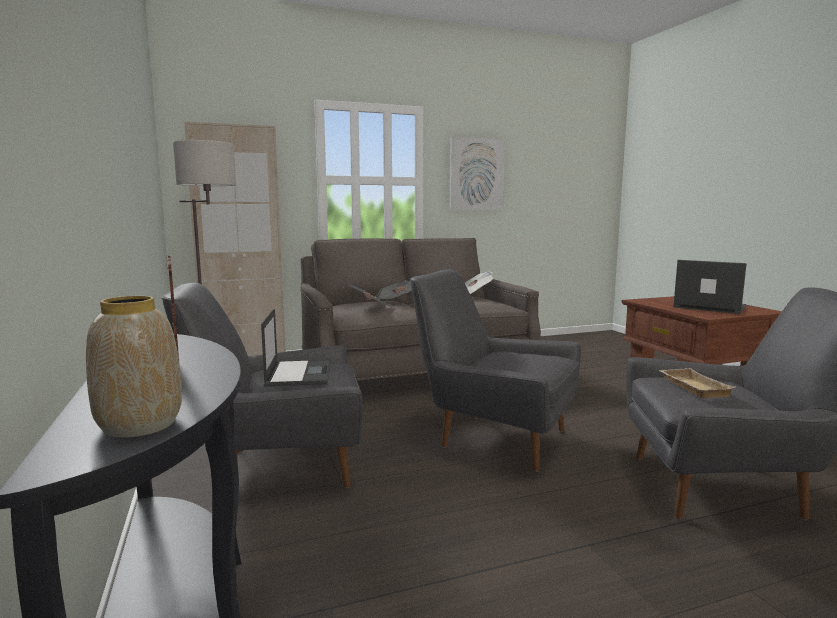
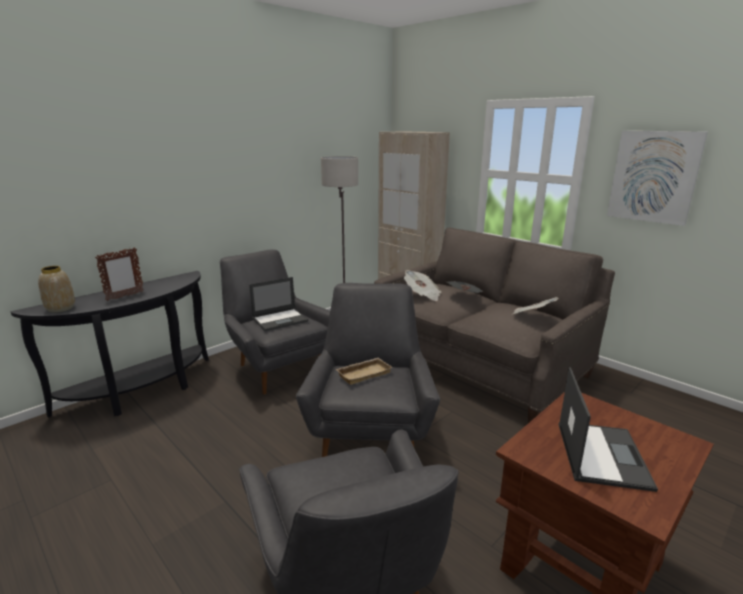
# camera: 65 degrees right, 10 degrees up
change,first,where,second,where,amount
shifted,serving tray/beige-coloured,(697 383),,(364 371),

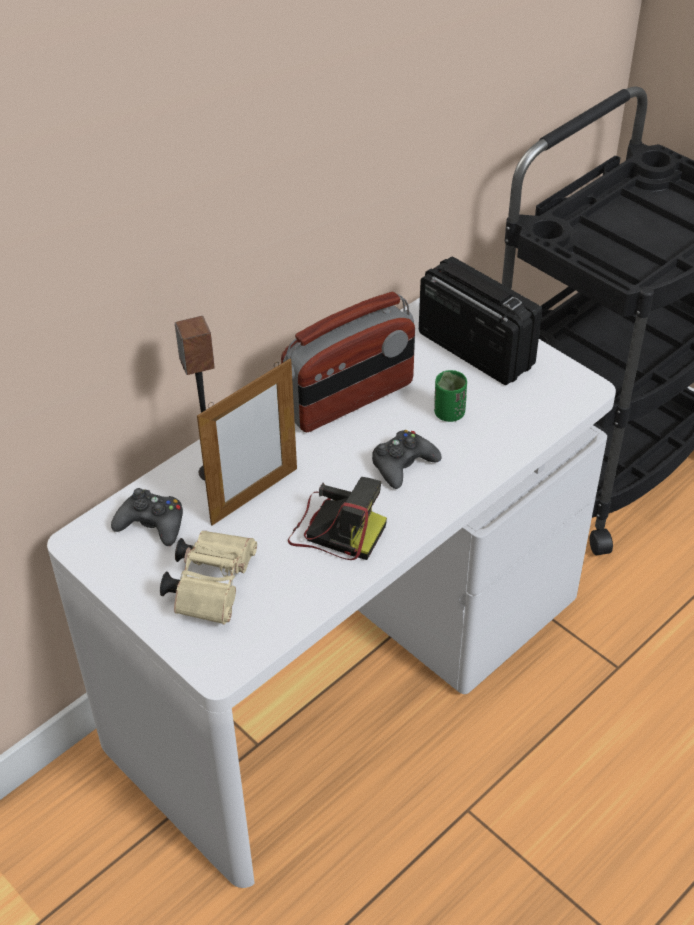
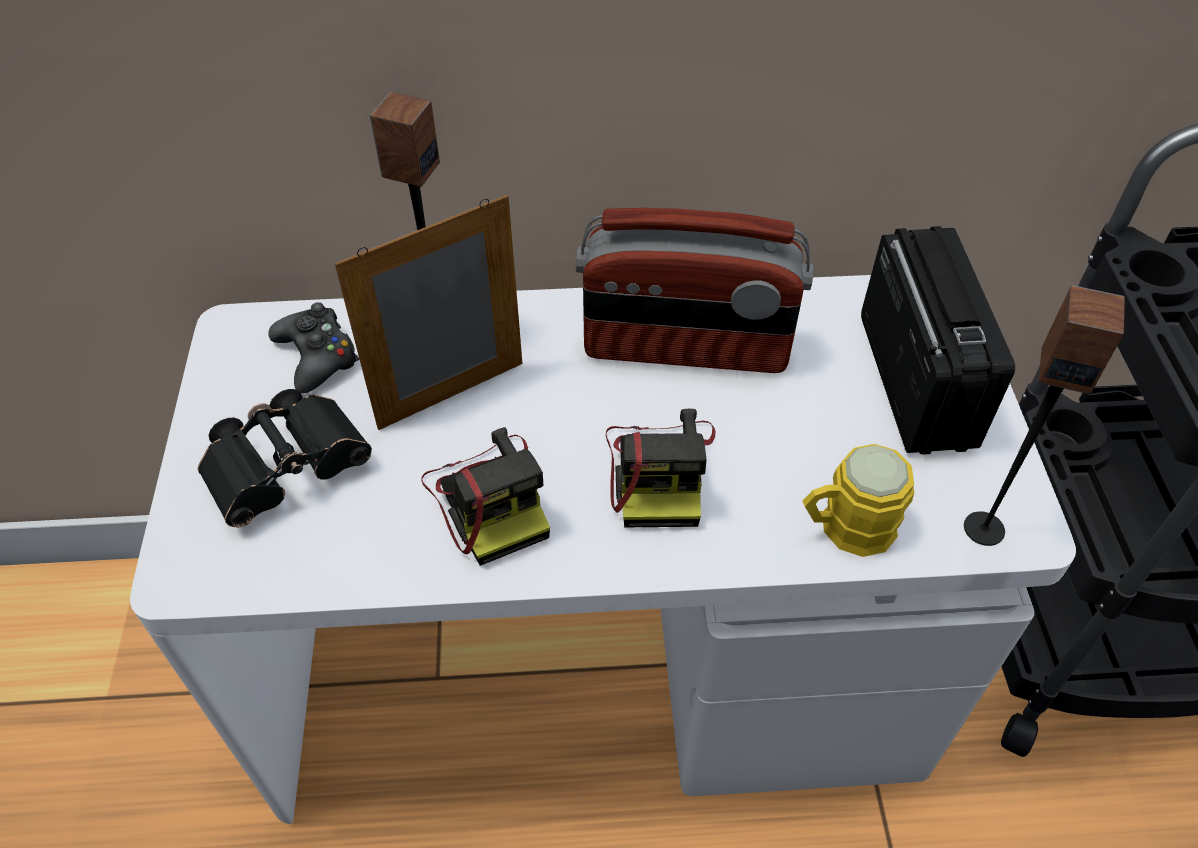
# camera: 40 degrees right, 5 degrees up
change,first,where,second,where,amount
gone,cup/green,(450 396),,,
new,,,coffee mug/yellow-coloured,(858 500),
new,,,audio speaker,(1044 415),
swapped,gamepad/blackish,(406 459),still camera,(661 468),
repainted,binoculars/beige-coloured,(208 577),binoculars/blackish,(285 458),
rotated,picture frame,(247 442),,(429 312),150 degrees clockwise

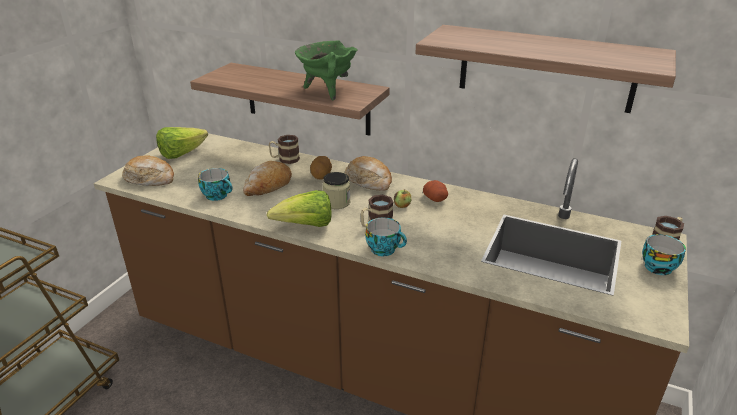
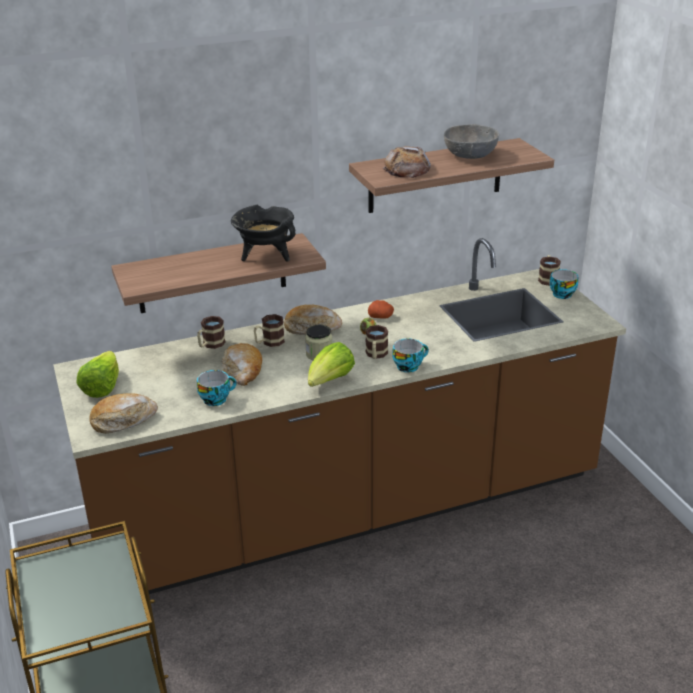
# camera: 45 degrees left, 0 degrees up
change,first,where,second,where,amount
new,,,bread,(406 162),
new,,,bowl/gray,(471 141),
swapped,whole potato,(321 167),coffee mug,(269 330),
repainted,saucepot/green,(326 70),saucepot/blackish,(263 233),

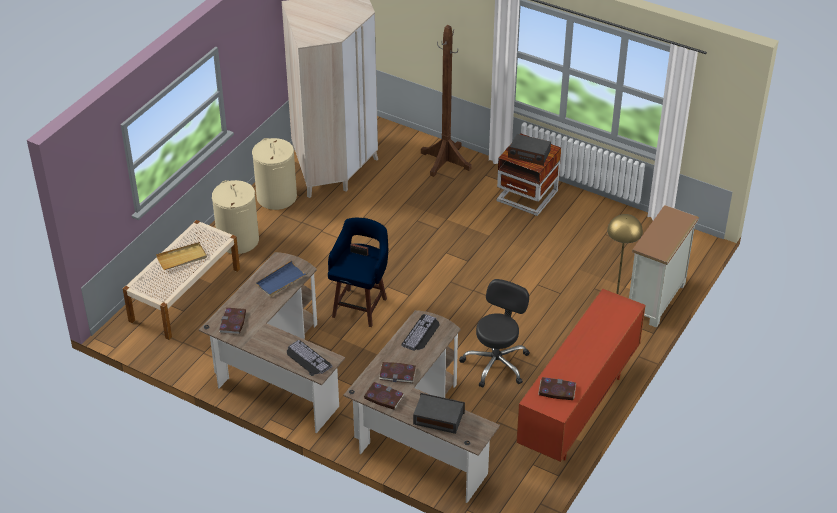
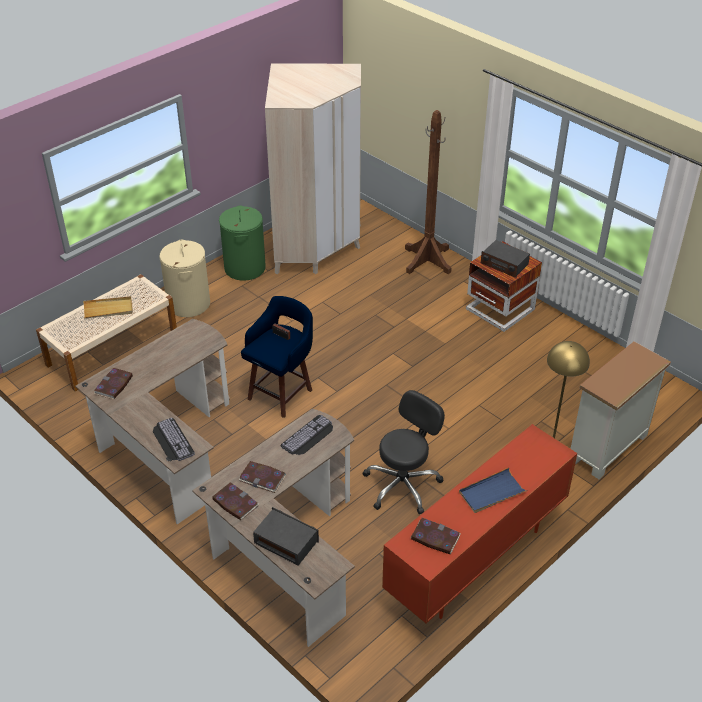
# camera: 15 degrees right, 0 degrees up
change,first,where,second,where,amount
shifted,serving tray/blue,(281 278),,(493 490),
repainted,washing basket/beige-coloured,(274 174),washing basket/green,(242 243),

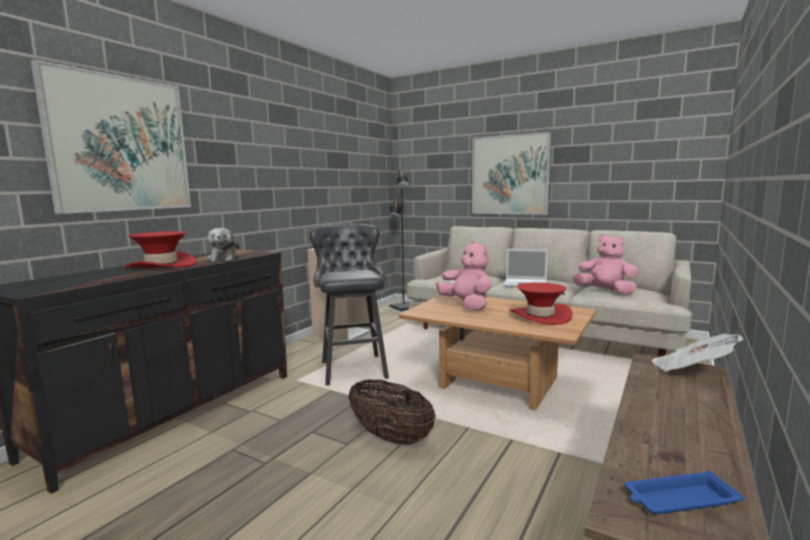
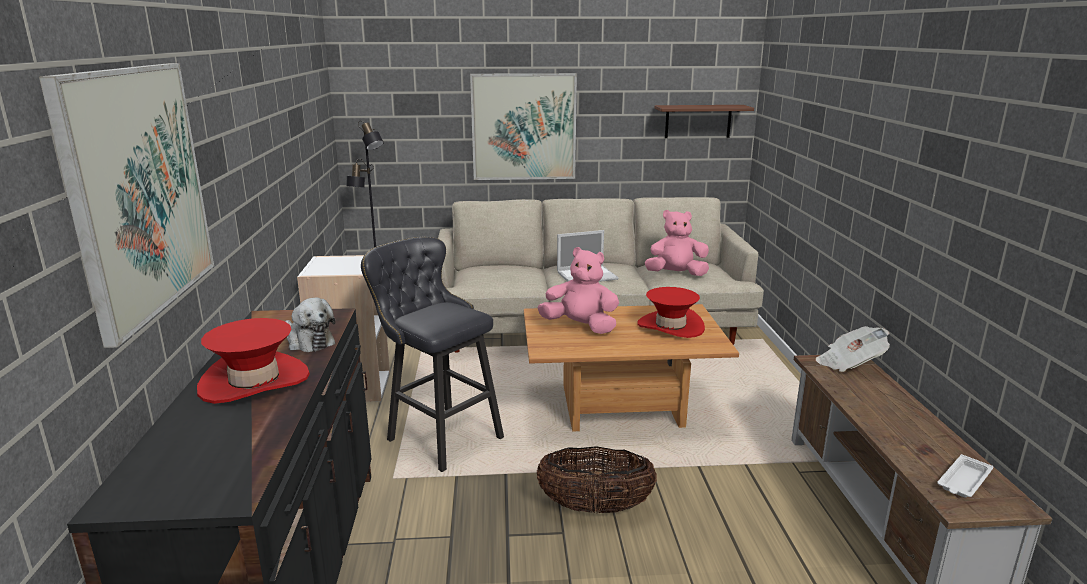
# camera: 35 degrees left, 10 degrees up
change,first,where,second,where,amount
new,,,bracket shelf/brown-coloured,(704 121),
repainted,serving tray/blue,(684 493),serving tray/white,(965 476),

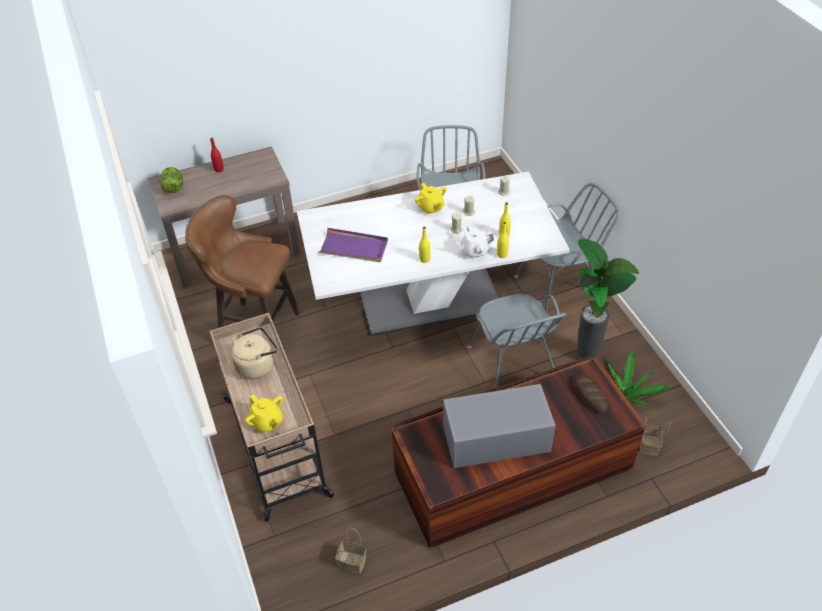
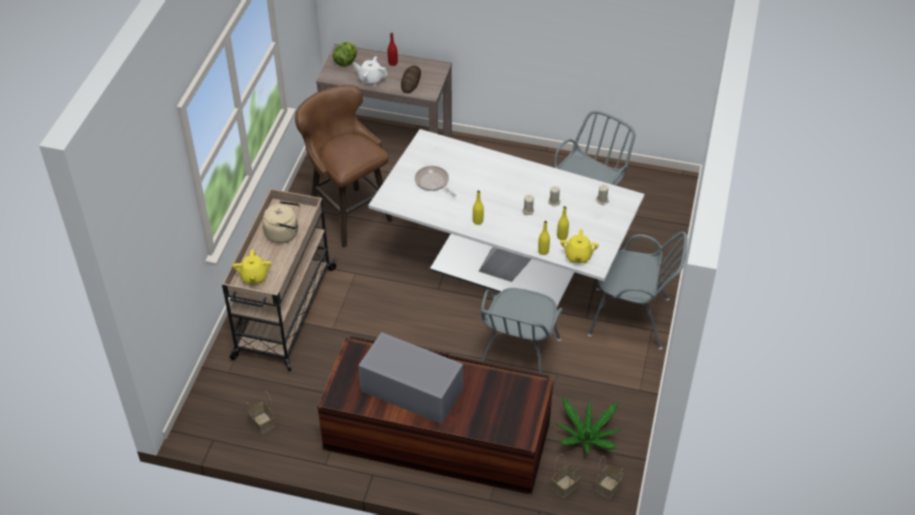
# camera: 35 degrees right, 0 degrees up
change,first,where,second,where,amount
gone,houseplant,(608 299),,,
new,,,basket,(610 477),
shifted,tea pot/yellow-coloured,(431 199),,(579 246),
shifted,tea pot/white,(475 242),,(370 71),
shifted,bread,(591 393),,(411 79),
swapped,serving tray/purple,(353 245),pan,(435 181),

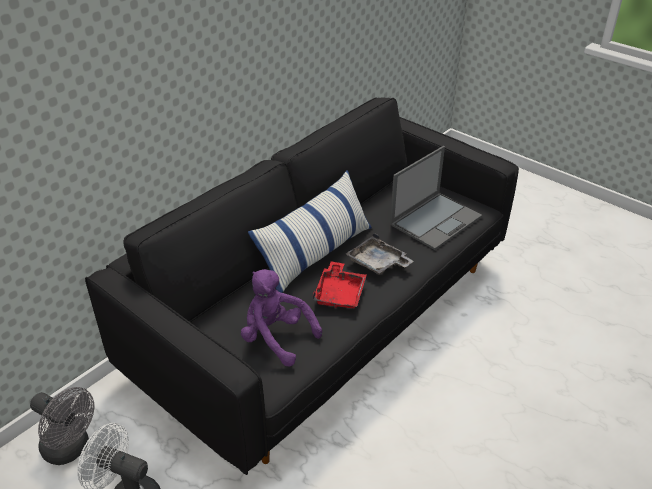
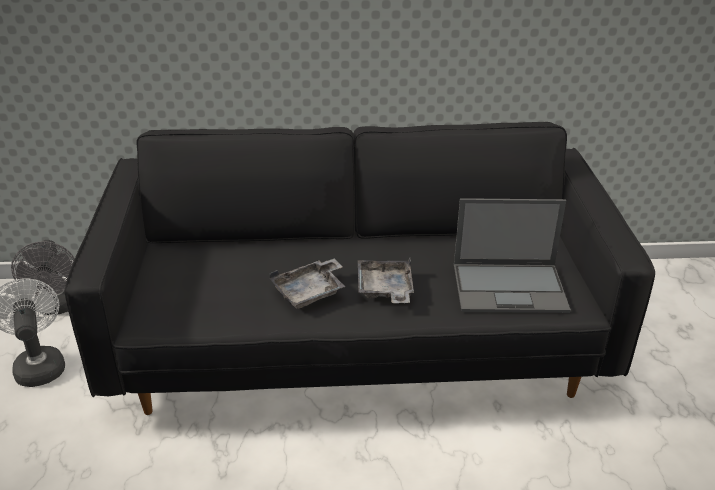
# camera: 45 degrees right, 5 degrees down
change,first,where,second,where,amount
gone,soft toy/purple,(281 318),,,
gone,throw pillow,(310 231),,,
repainted,serving tray/reddish,(340 284),serving tray/gray,(307 283),

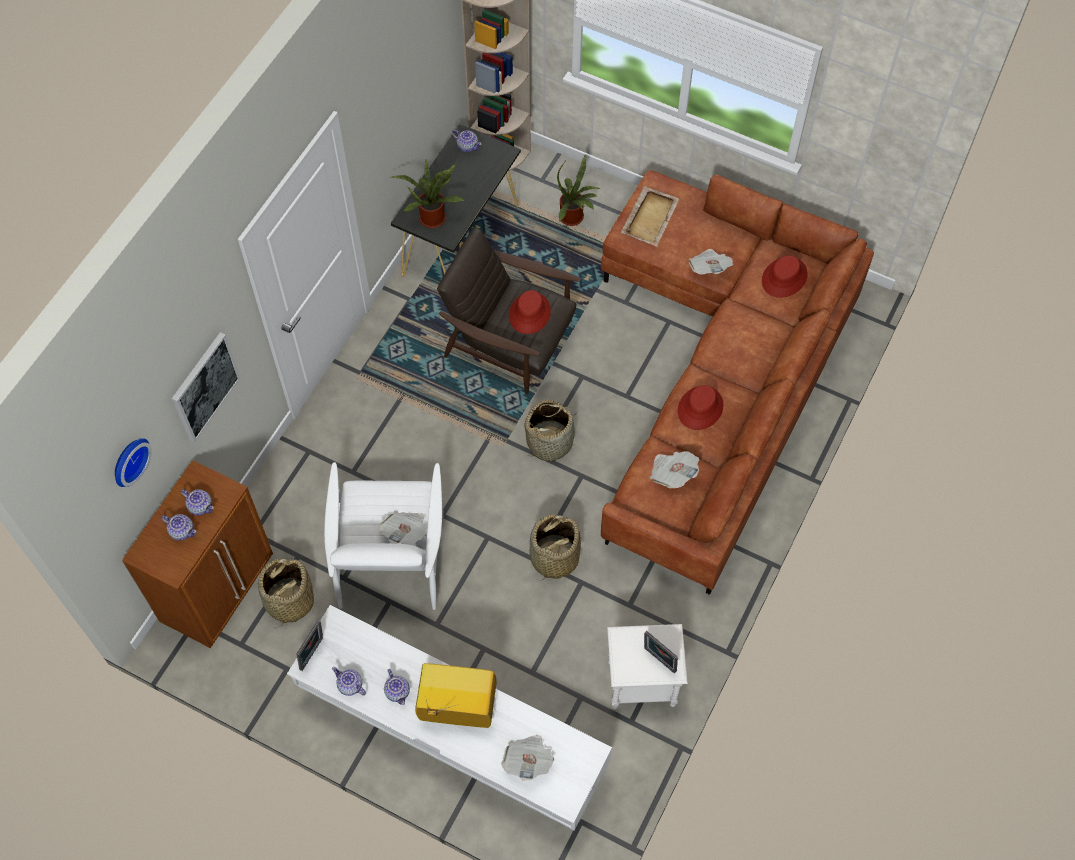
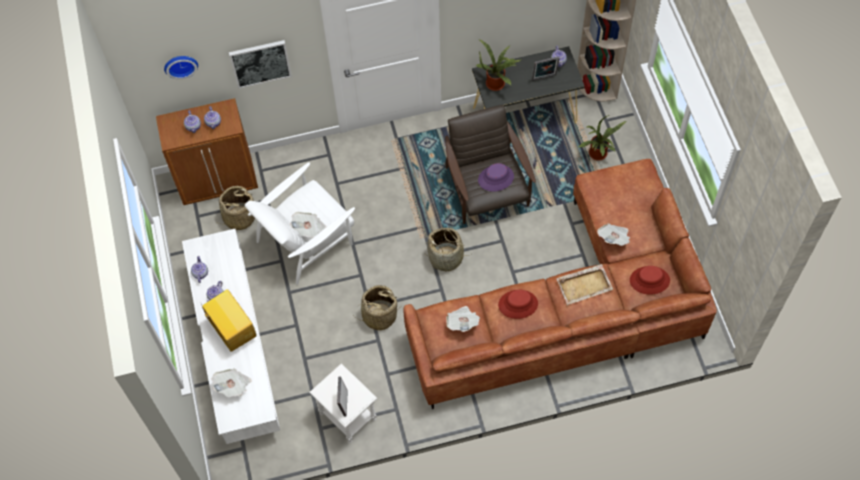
# camera: 50 degrees right, 0 degrees up
change,first,where,second,where,amount
shifted,picture frame,(309 645),,(546 68),
shifted,serving tray/beige-coloured,(650 216),,(584 284),
repainted,clothing hat/reddish,(530 312),clothing hat/purple,(496 177),

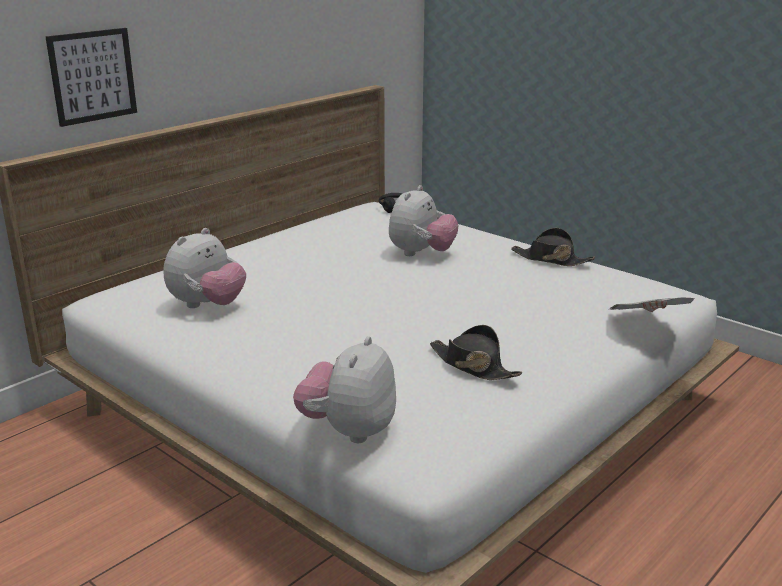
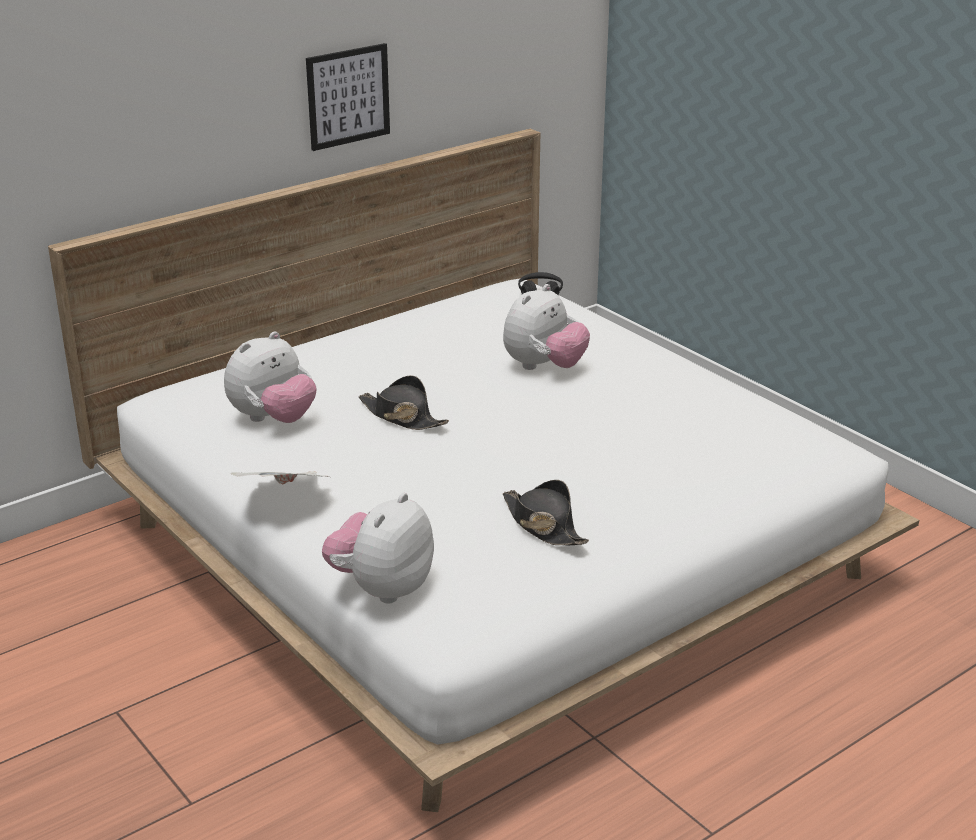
# camera: 10 degrees right, 5 degrees up
change,first,where,second,where,amount
shifted,picture,(91 77),,(348 97),
shifted,clothing hat/blackish,(553 247),,(404 402),
shifted,daily paper,(652 305),,(279 477),

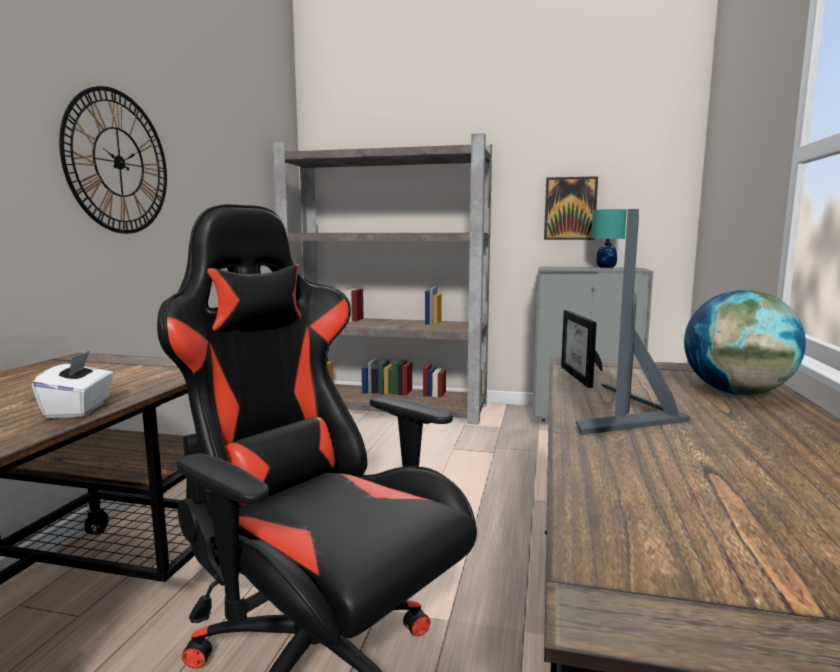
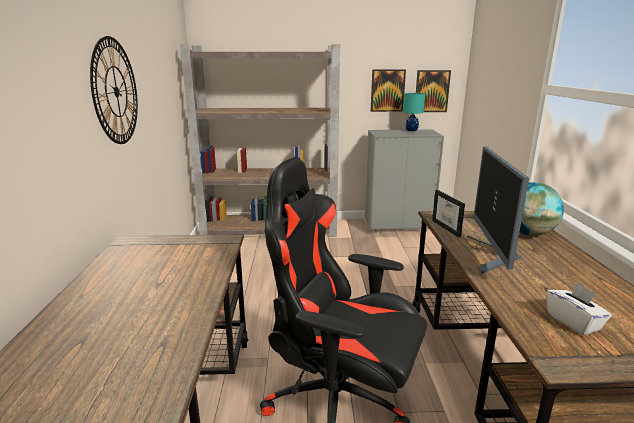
# camera: 15 degrees left, 10 degrees up
change,first,where,second,where,amount
new,,,picture,(433 91),
shifted,tissue holder/white,(73 384),,(579 308),

